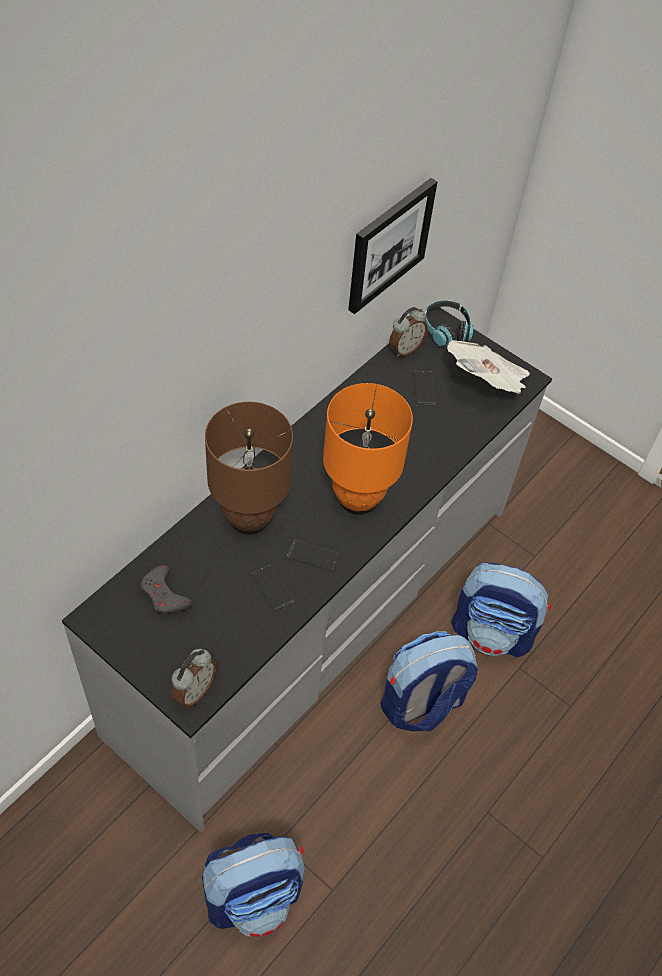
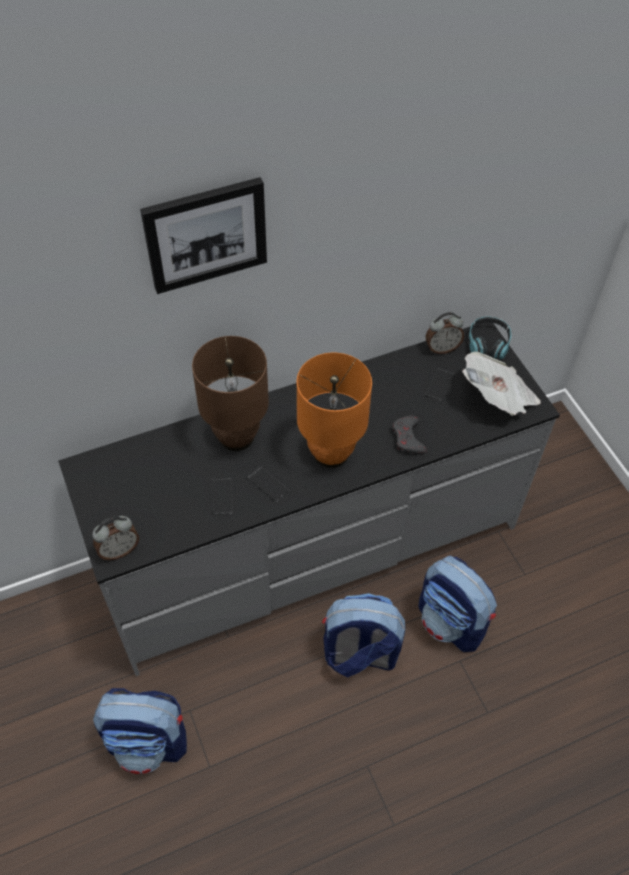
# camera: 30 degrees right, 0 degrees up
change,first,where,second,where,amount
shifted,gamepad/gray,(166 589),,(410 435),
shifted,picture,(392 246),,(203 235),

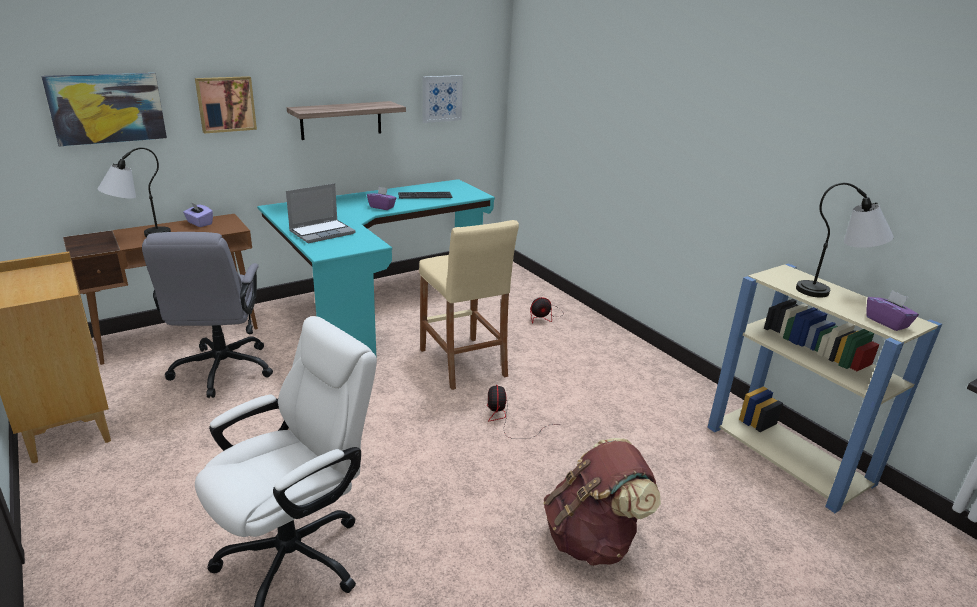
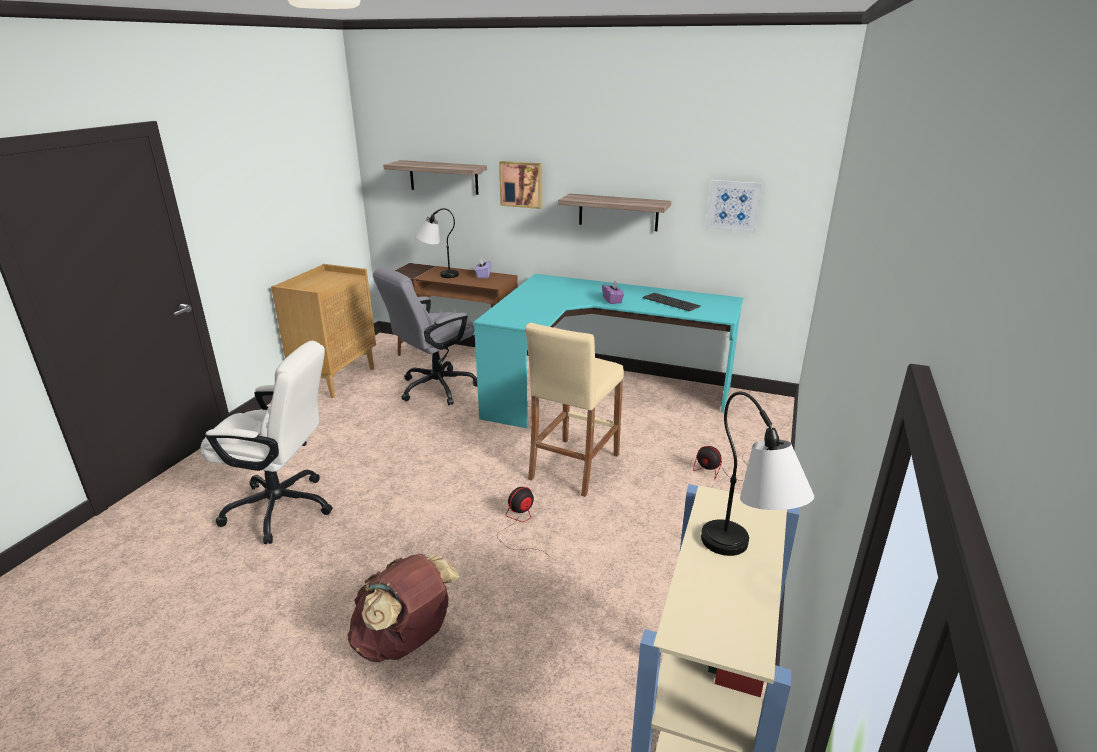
# camera: 55 degrees right, 0 degrees up
change,first,where,second,where,amount
gone,portable computer,(321 213),,,
gone,tissue holder/purple,(893 310),,,
swapped,picture,(104 109),bracket shelf,(435 177),

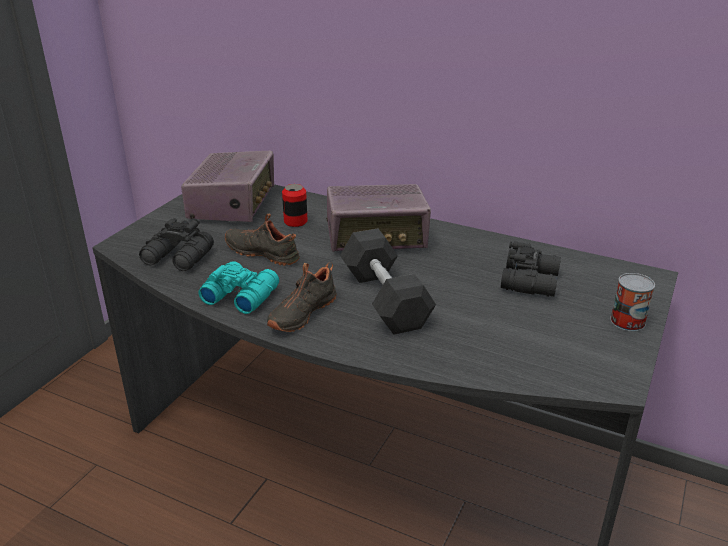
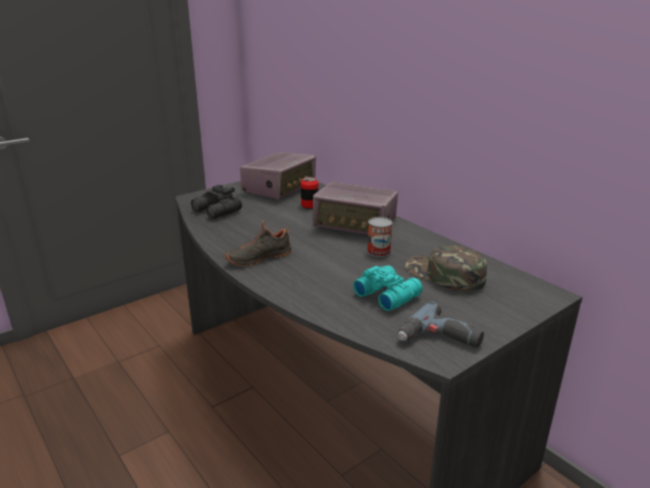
# camera: 25 degrees right, 5 degrees down
change,first,where,second,where,amount
gone,low shoe/blackish,(262 239),,,
gone,free weight/gray,(388 282),,,
new,,,electric drill,(441 324),
shifted,binoculars/turquoise,(238 287),,(388 288),
shifted,sealed can,(632 302),,(380 237),
swapped,binoculars/blackish,(531 269),peaked cap/green,(446 268),

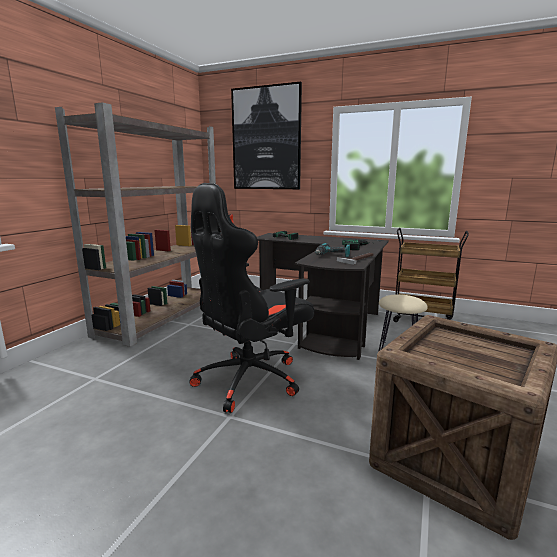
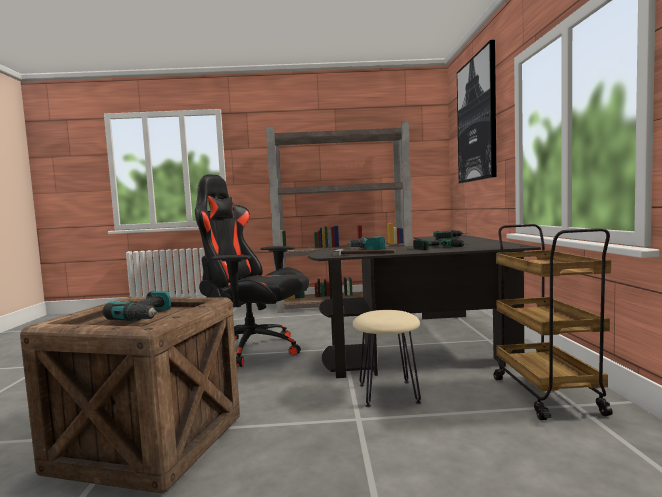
# camera: 65 degrees right, 10 degrees down
change,first,where,second,where,amount
new,,,electric drill,(136 306),

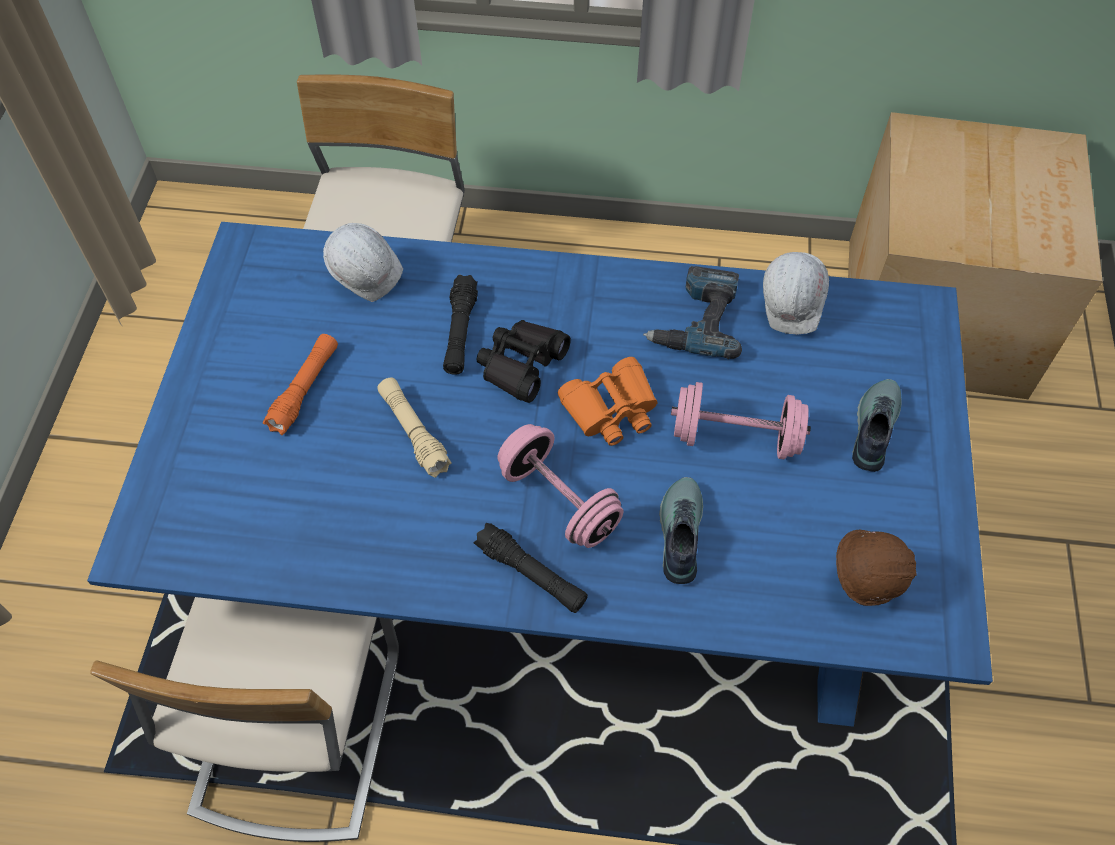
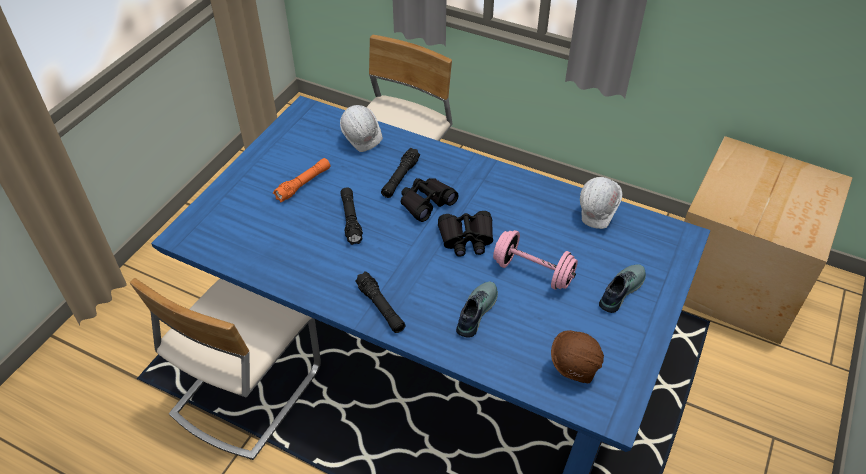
# camera: 20 degrees right, 10 degrees down
change,first,where,second,where,amount
gone,free weight/pink-coloured,(560 486),,,
gone,electric drill,(692 312),,,
repainted,flashlight/beige-coloured,(414 427),flashlight/blackish,(351 216),
repainted,binoculars/orange-coloured,(608 401),binoculars/blackish,(465 234),

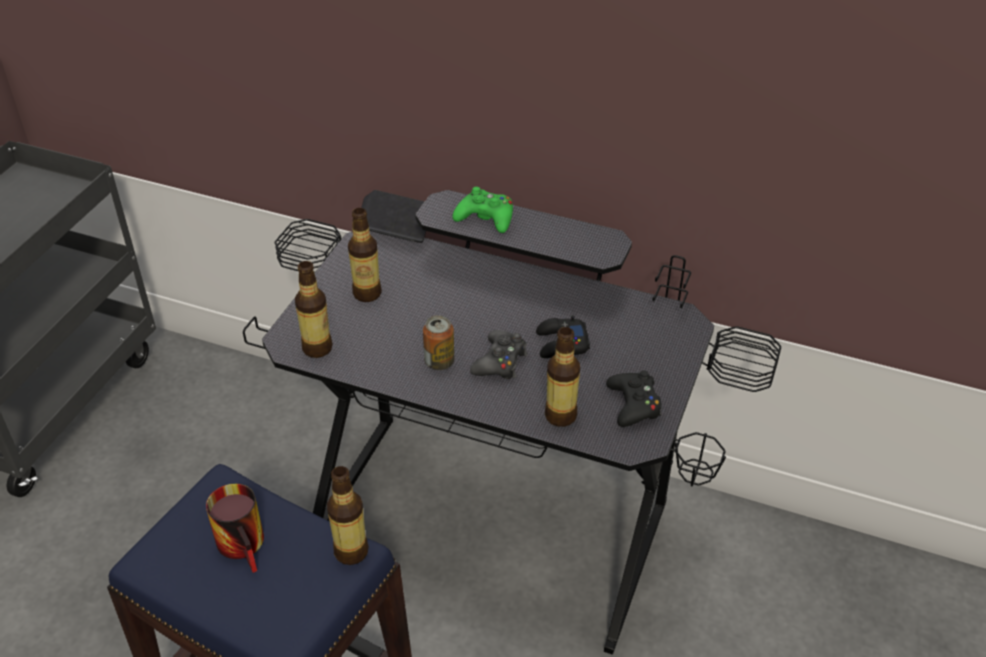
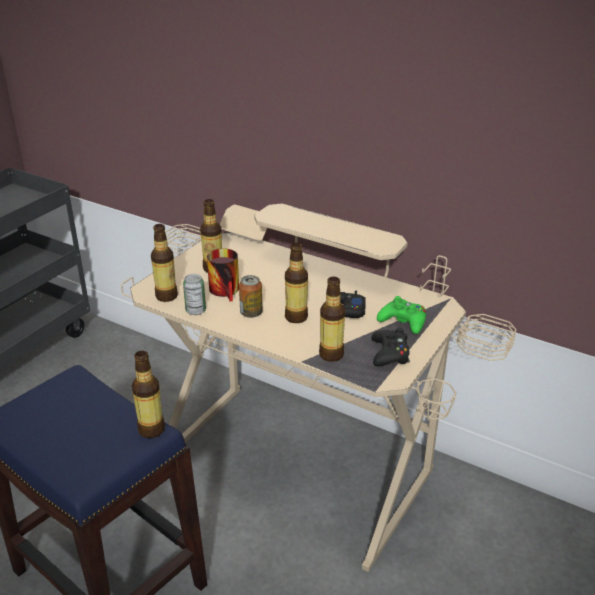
# camera: 10 degrees right, 10 degrees down
change,first,where,second,where,amount
new,,,sealed can,(194 294),
shifted,coffee mug,(235 528),,(223 275),
shifted,gamepad/green,(483 210),,(401 315),
swapped,gamepad/blackish,(498 354),bottle,(296 283),
repainted,desk/blackish,(512 422),desk/beige-coloured,(319 387),

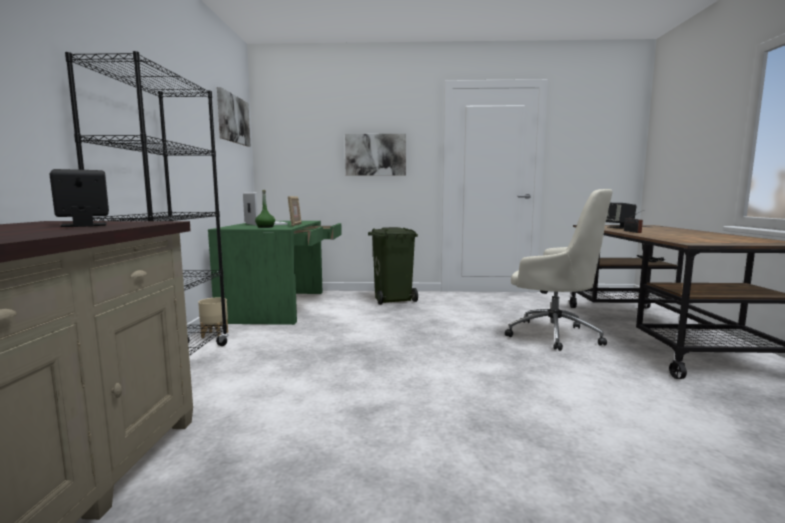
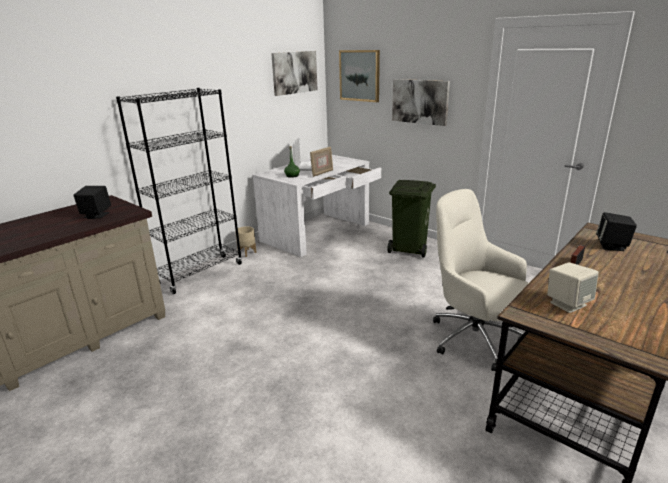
# camera: 40 degrees right, 15 degrees up
change,first,where,second,where,amount
new,,,picture,(359 76),
new,,,audio speaker/beige-coloured,(573 287),
repainted,desk/green,(275 273),desk/white,(317 206),
rotated,office chair/beige-coloured,(559 270),,(481 280),150 degrees clockwise

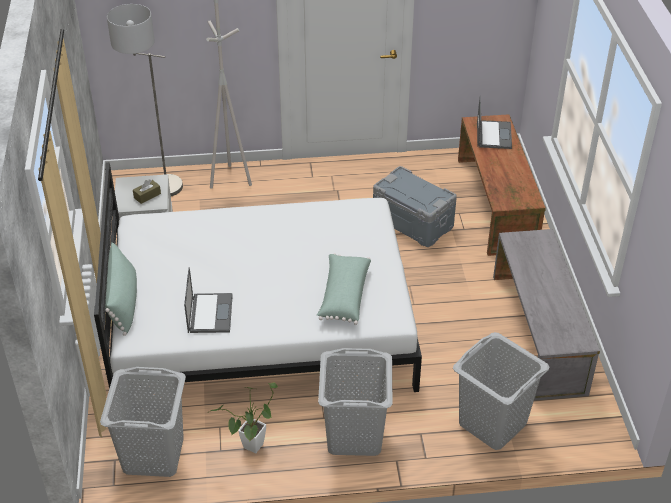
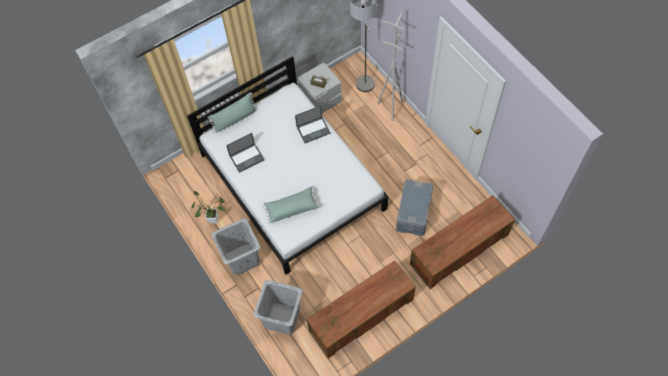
# camera: 65 degrees right, 20 degrees up
change,first,where,second,where,amount
gone,washing basket/gray,(143 422),,,
shifted,portable computer,(494 122),,(313 124),
repainted,bench/gray,(546 315),bench/brown-coloured,(361 309),

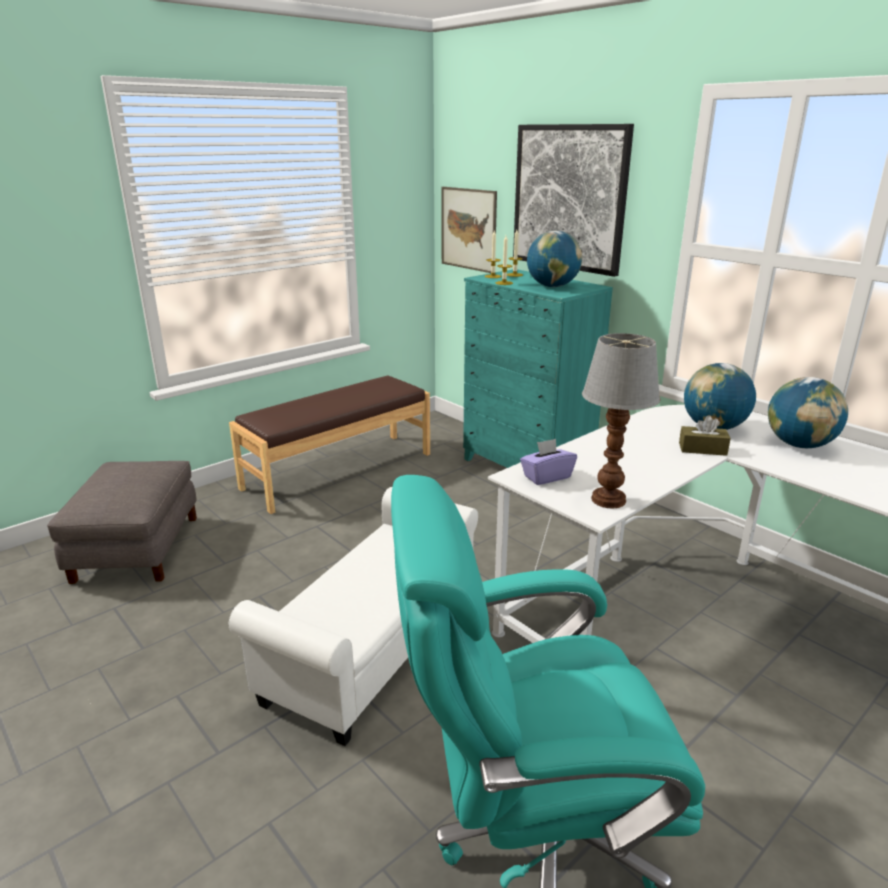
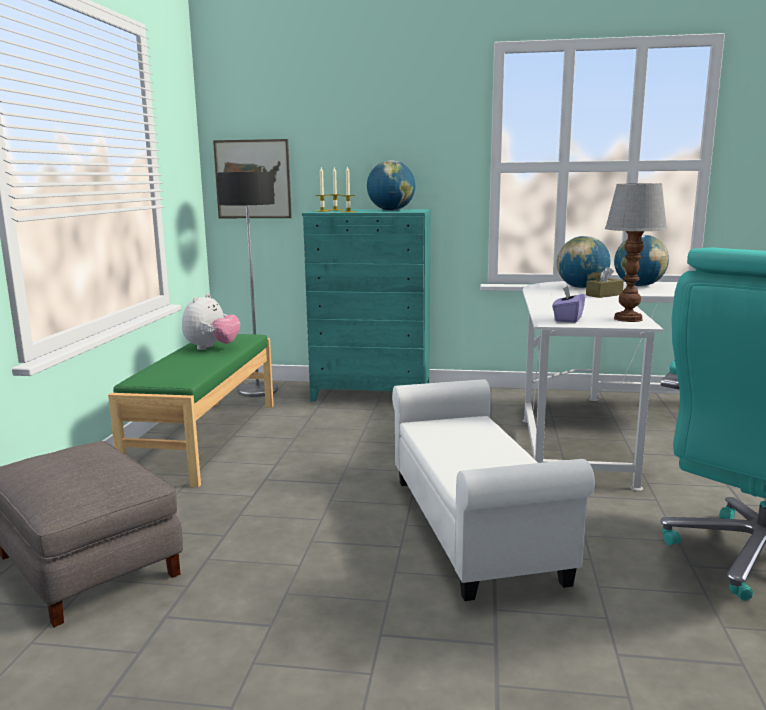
# camera: 40 degrees left, 10 degrees down
change,first,where,second,where,amount
gone,picture,(573 200),,,
new,,,soft toy,(211 321),
new,,,standing lamp,(247 284),
repainted,bench/brown-coloured,(329 445),bench/green,(191 410),

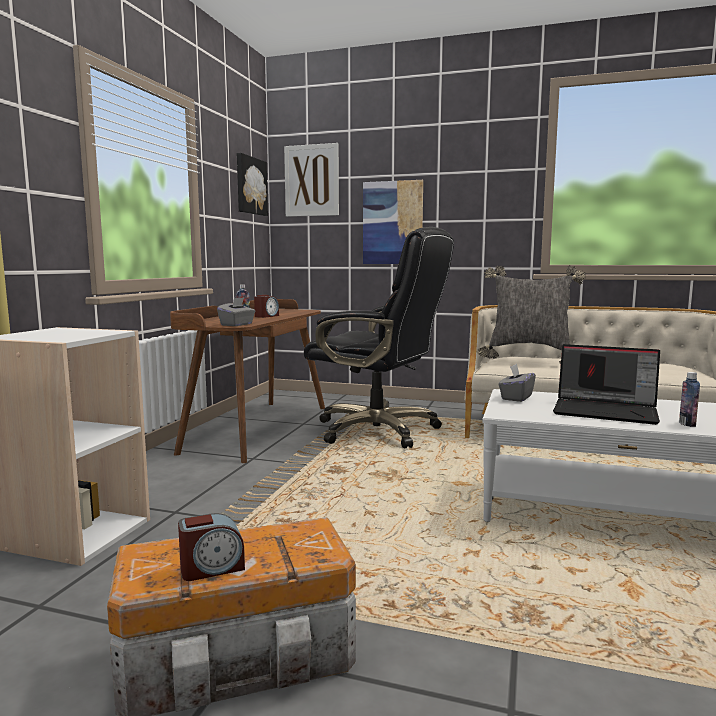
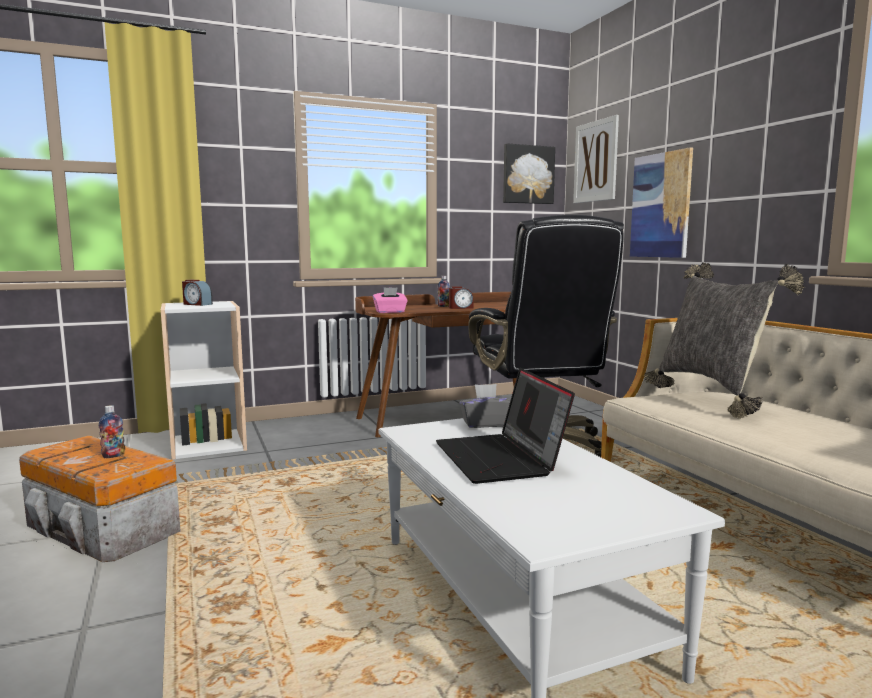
# camera: 50 degrees right, 0 degrees up
change,first,where,second,where,amount
shifted,bedside clock,(211 547),,(197 293),
shifted,bottle,(689 399),,(112 431),
repainted,tissue holder/gray,(236 311),tissue holder/pink-coloured,(390 300),

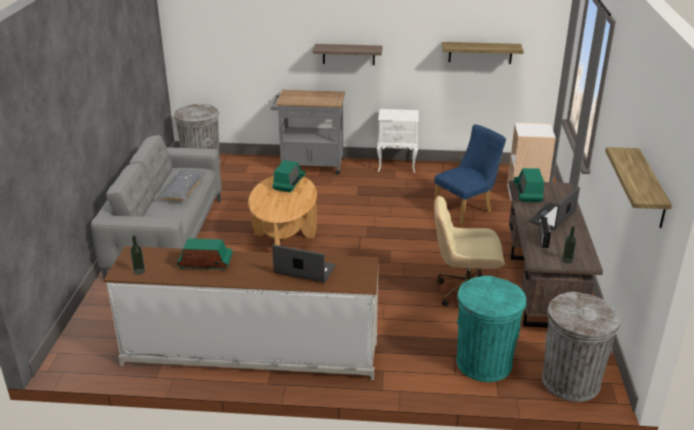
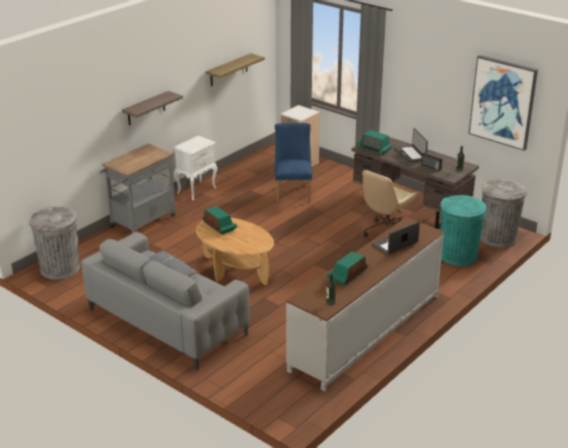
# camera: 55 degrees left, 0 degrees up
change,first,where,second,where,amount
swapped,bracket shelf,(638 187),picture,(503 103),

